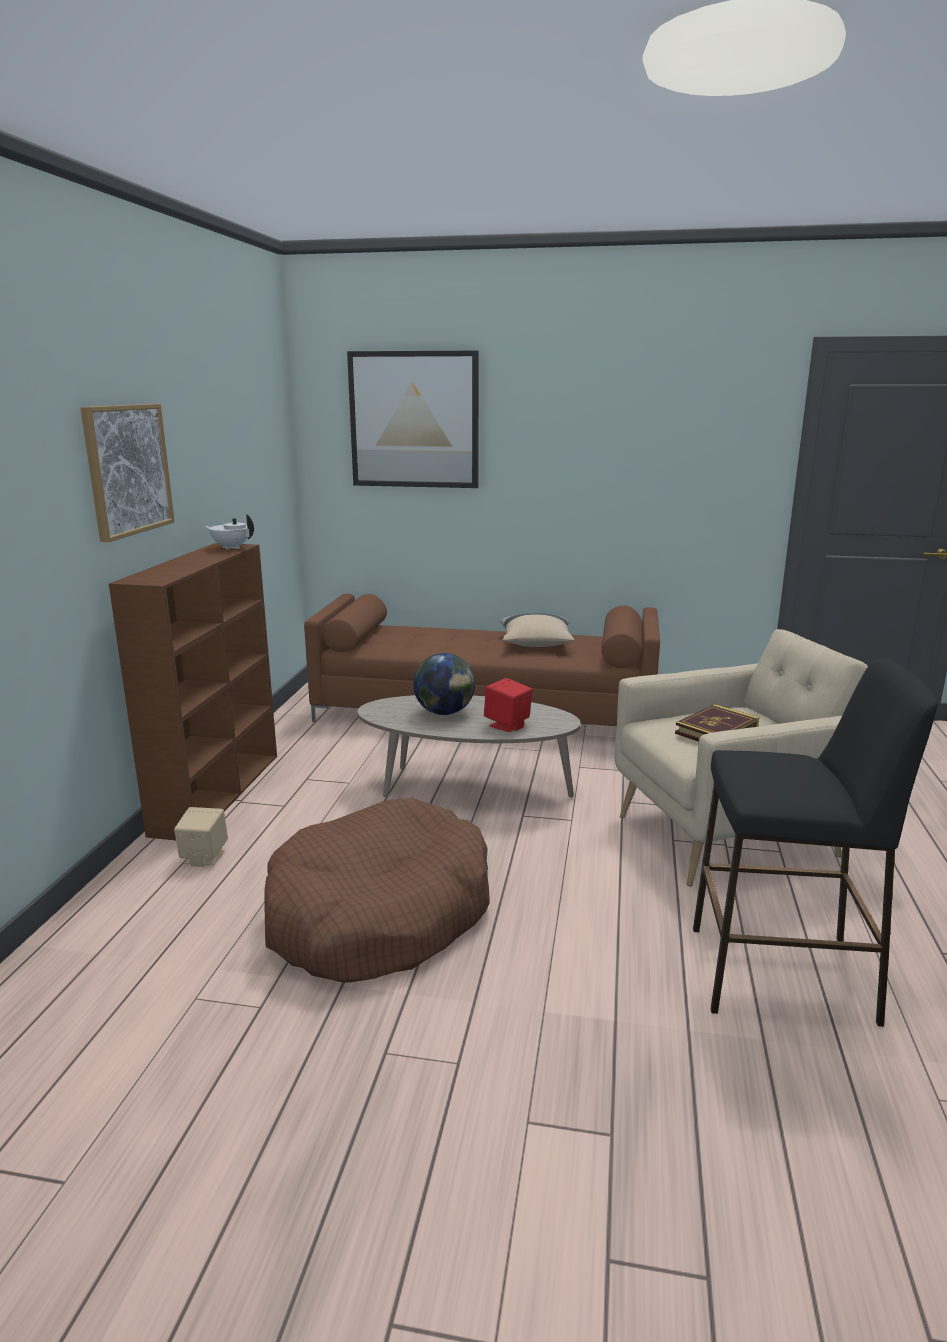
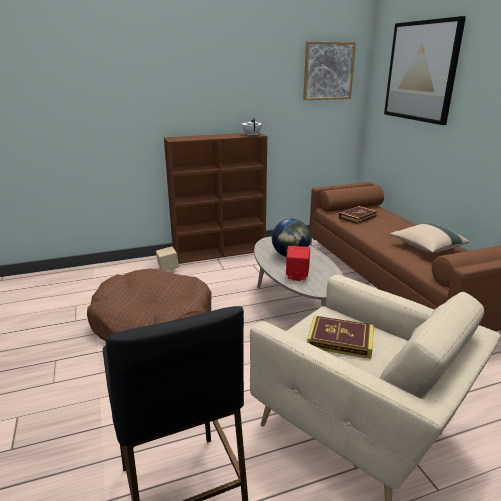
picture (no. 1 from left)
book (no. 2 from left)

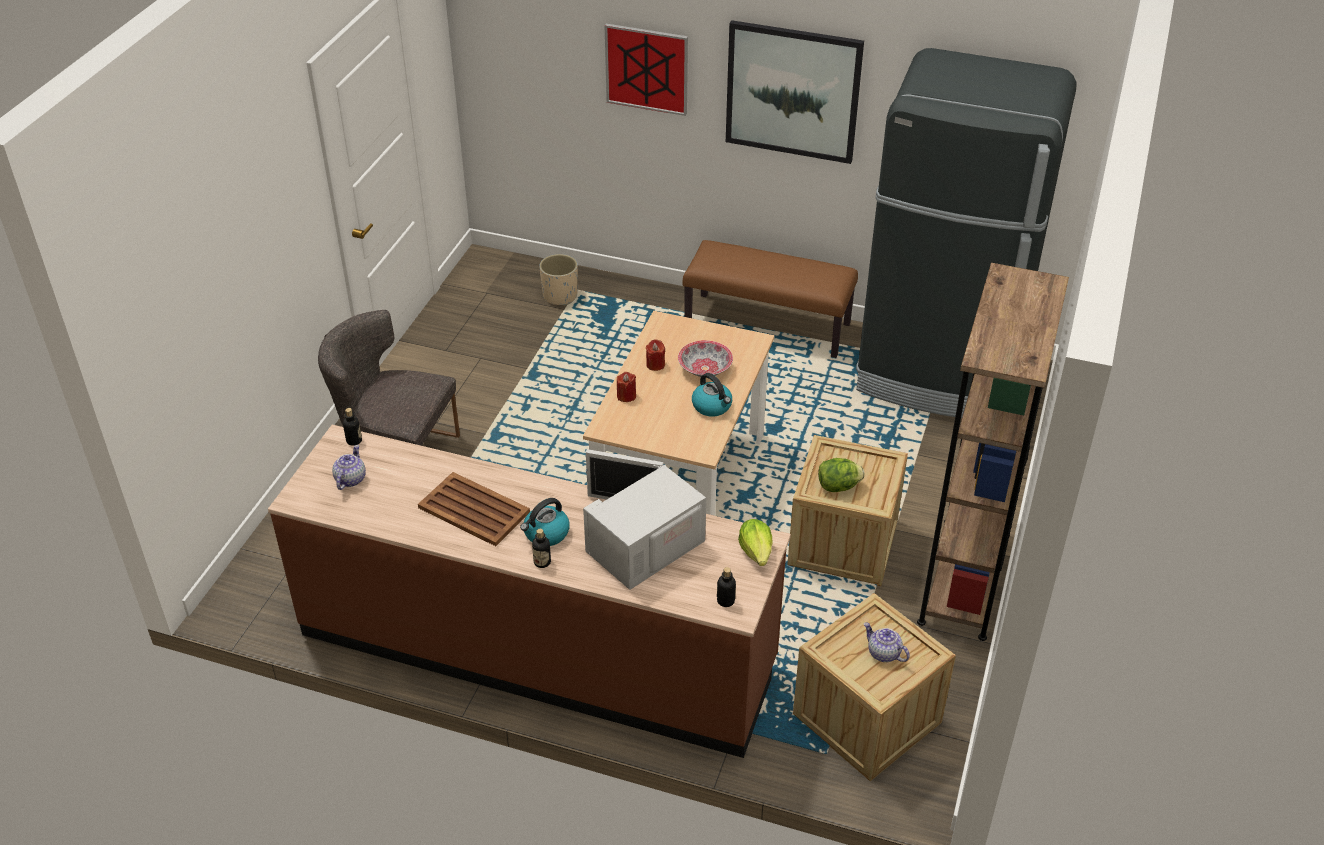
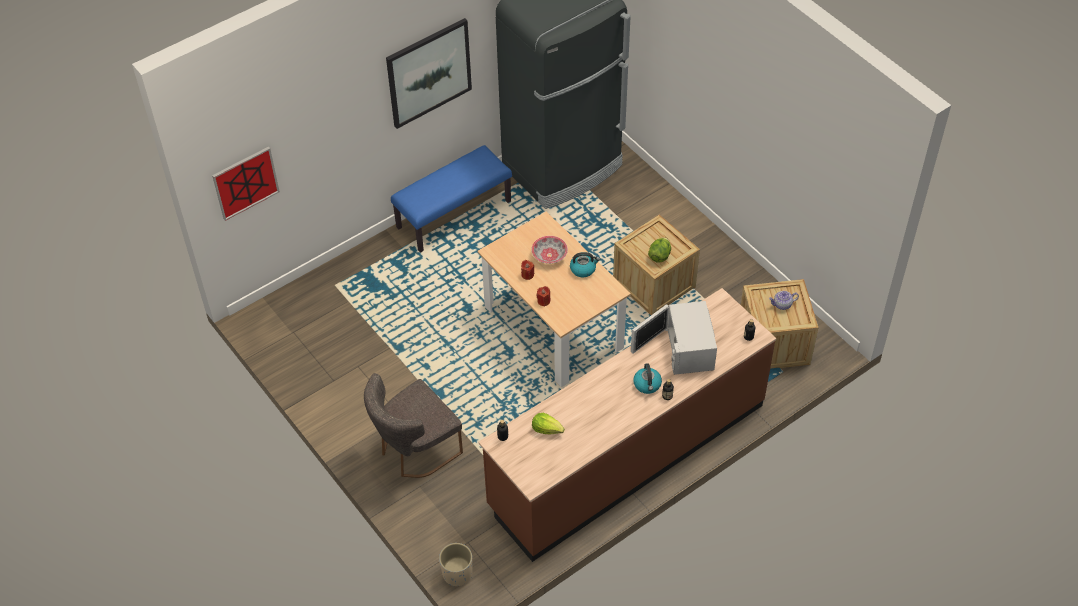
picture (no. 1 from left)
bench (blue-coloured)
flower pot (sand-coloured)
bookcase (brown-coloured)
tea pot (no. 1 from left in the first image)
serving tray (brown-coloured)
head of lettuce (no. 1 from left)

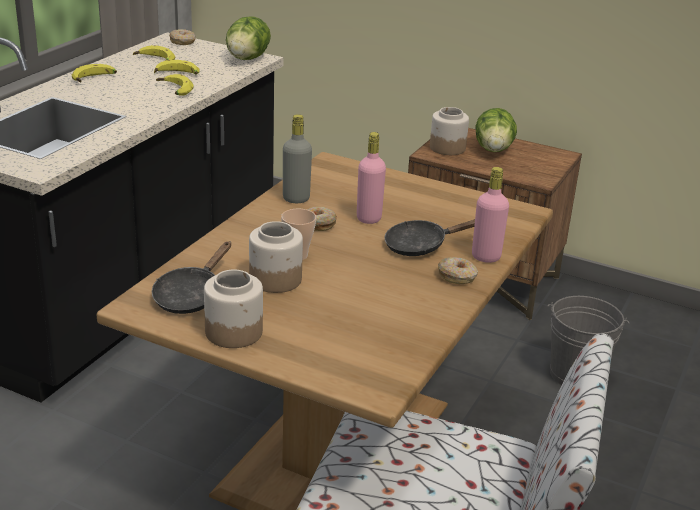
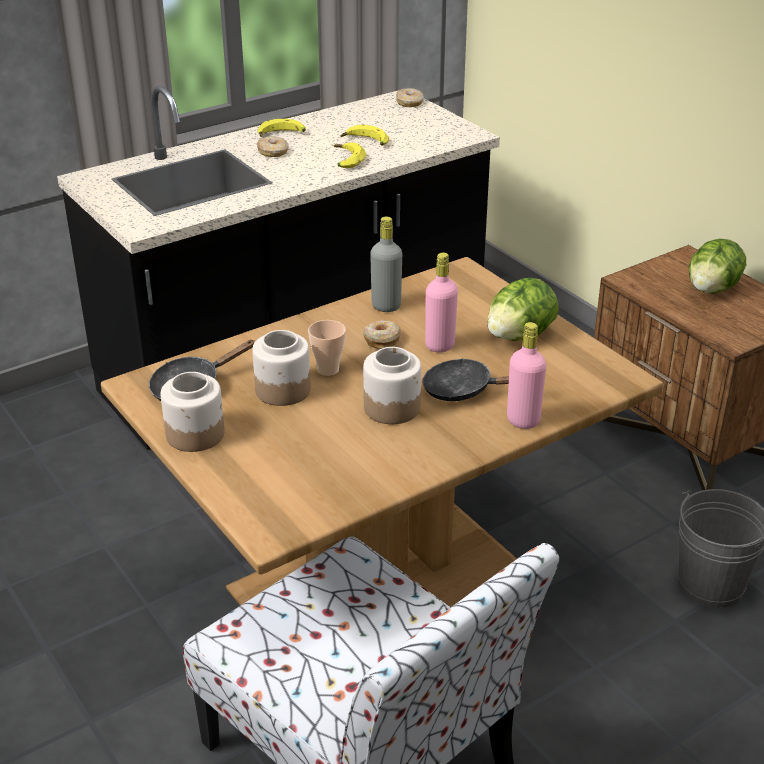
head of lettuce (no. 1 from left)
whole banana (no. 2 from left in the first image)
storage jar (no. 3 from left)
donut (no. 1 from left)

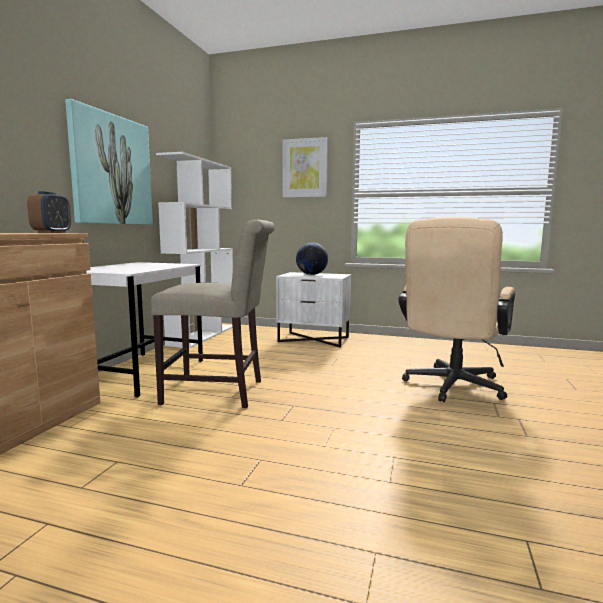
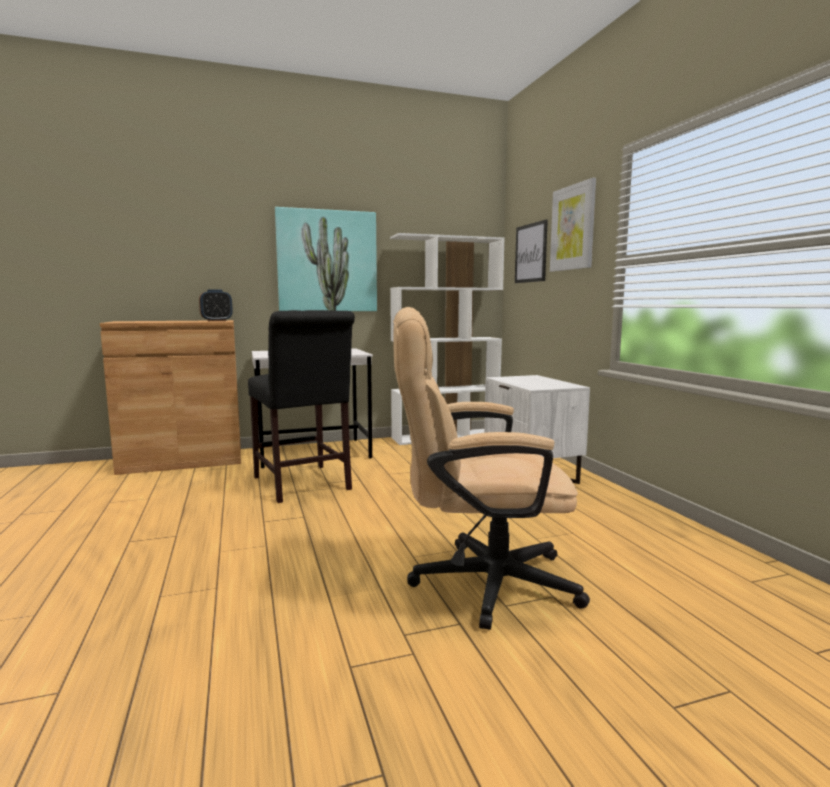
chair (black-coloured)
desk globe
picture (no. 2 from left)

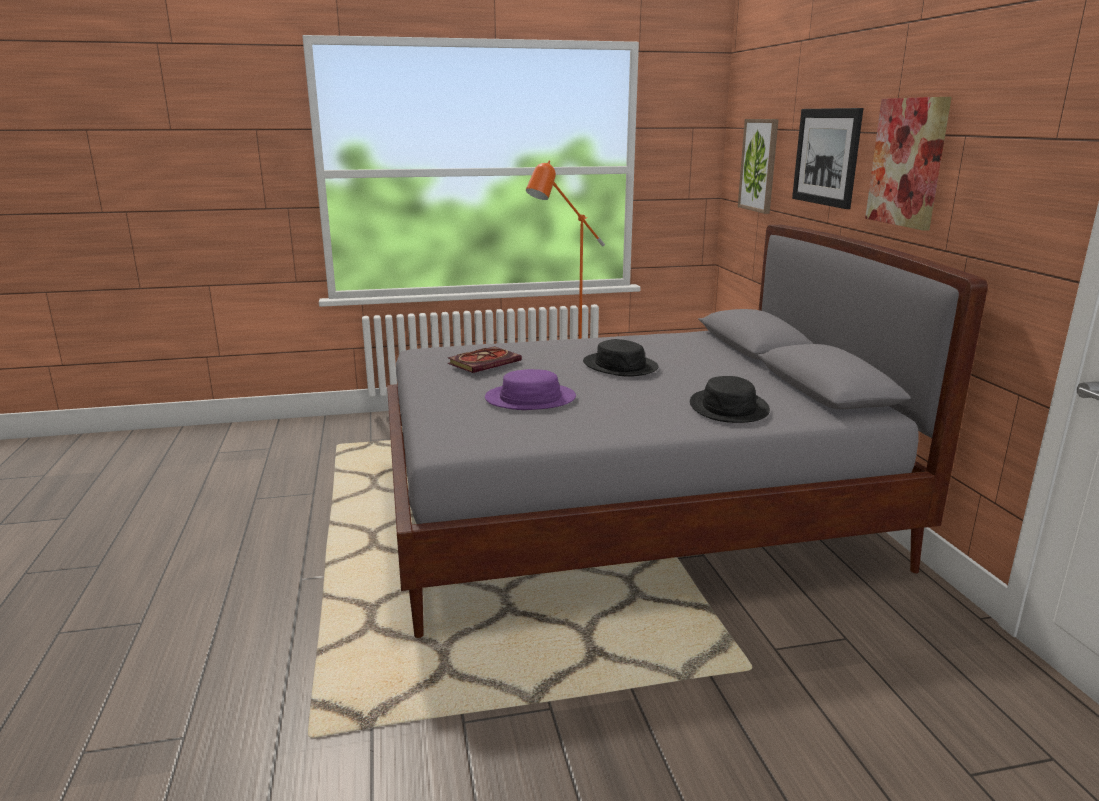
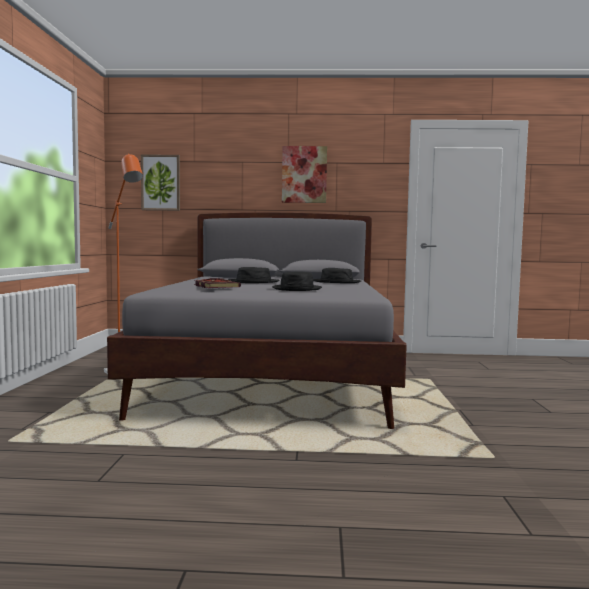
picture (no. 2 from left in the first image)
wearable hat (black-coloured) (no. 2 from left)

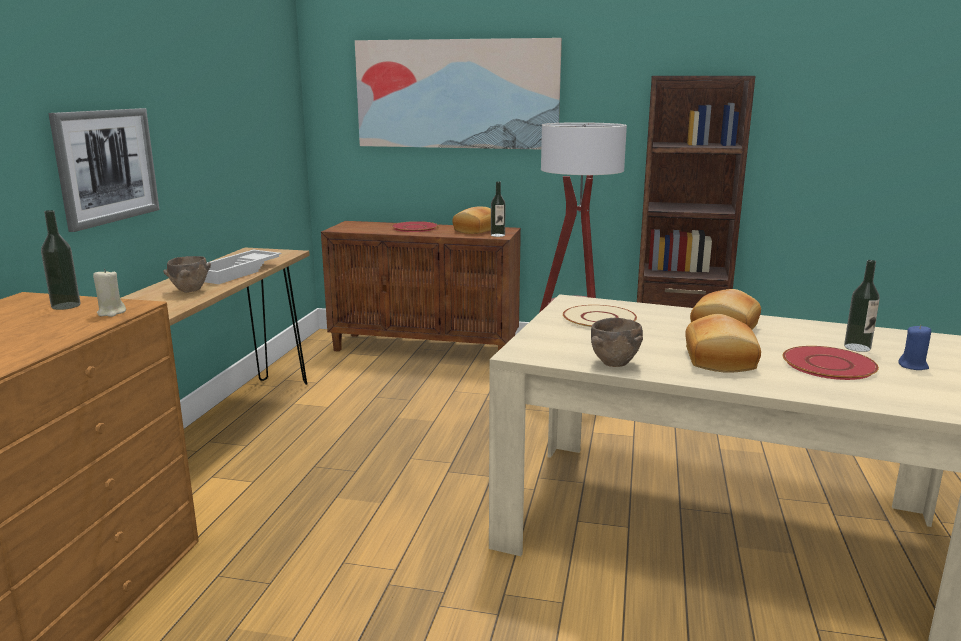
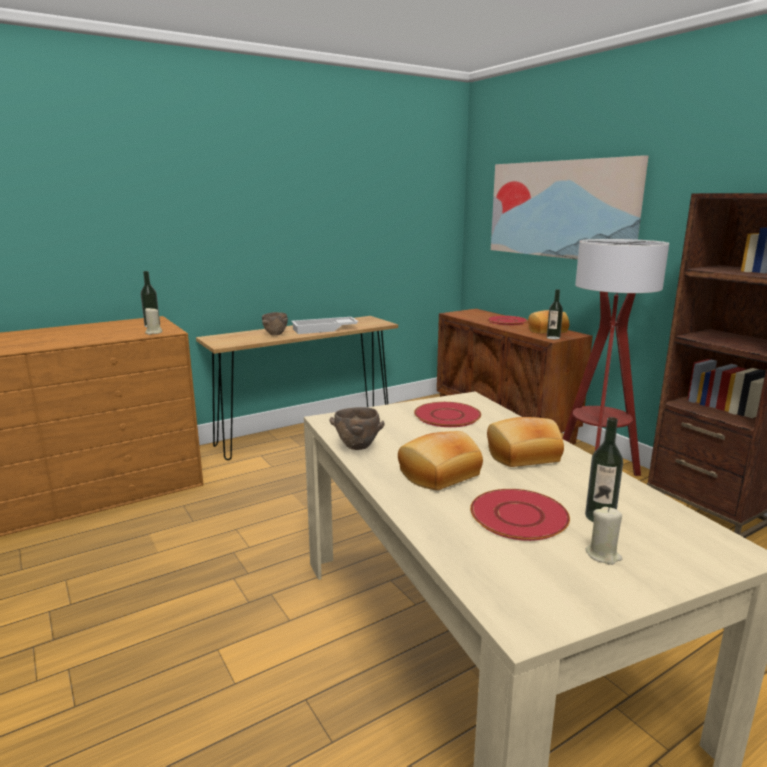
picture (no. 1 from left in the first image)
flat dish (red) (no. 1 from left)
candle (sand-coloured) (no. 2 from left)

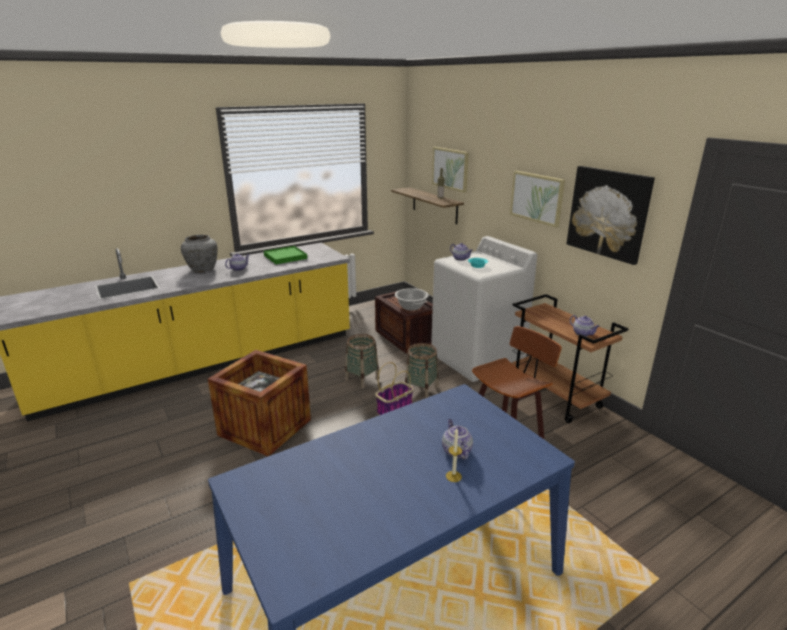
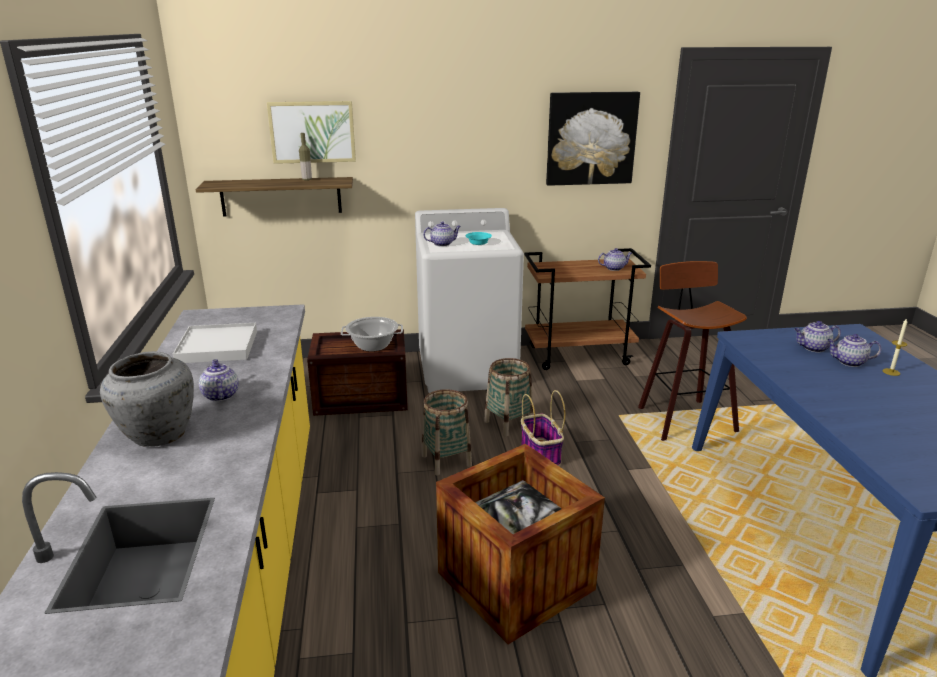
picture (no. 2 from left in the first image)
serving tray (whitish)
tea pot (no. 4 from left)

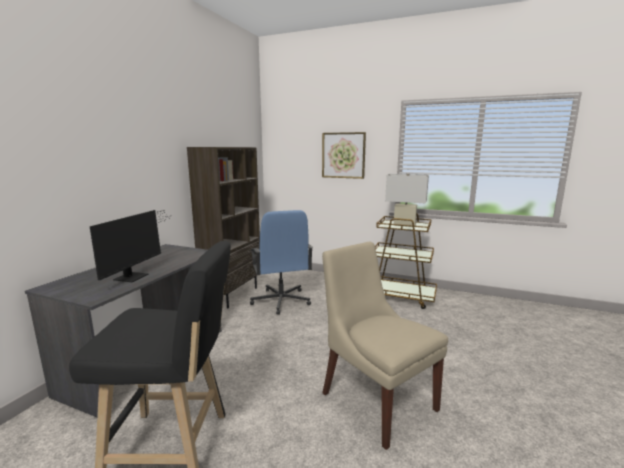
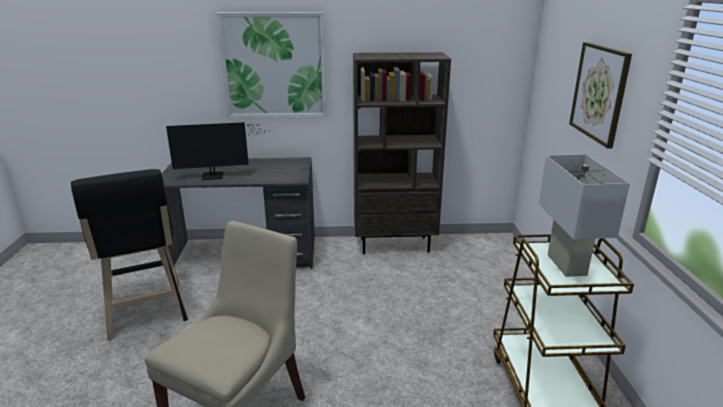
office chair (blue-coloured)
picture (no. 1 from left)

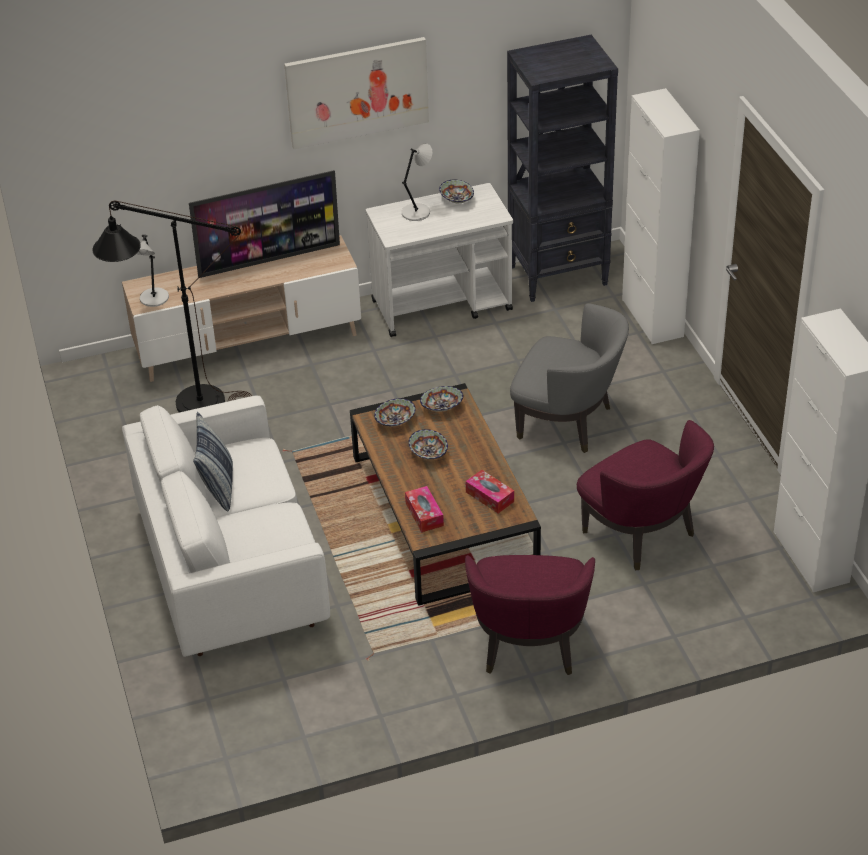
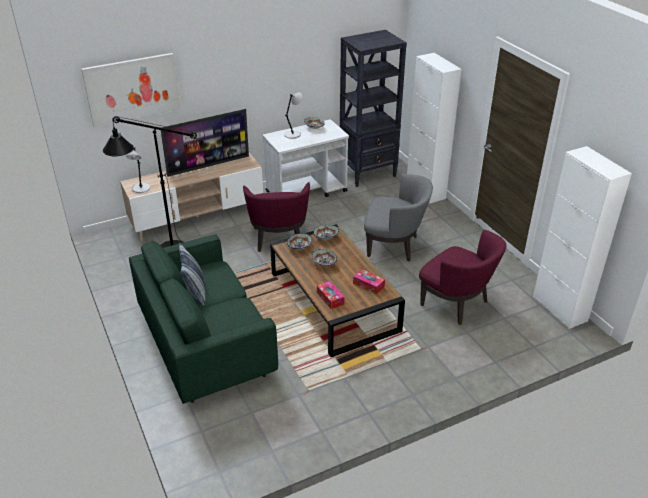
picture
sofa (green)
easy chair (purple) (no. 1 from left)

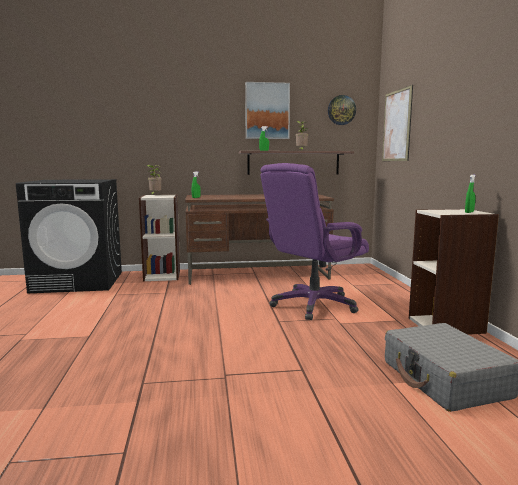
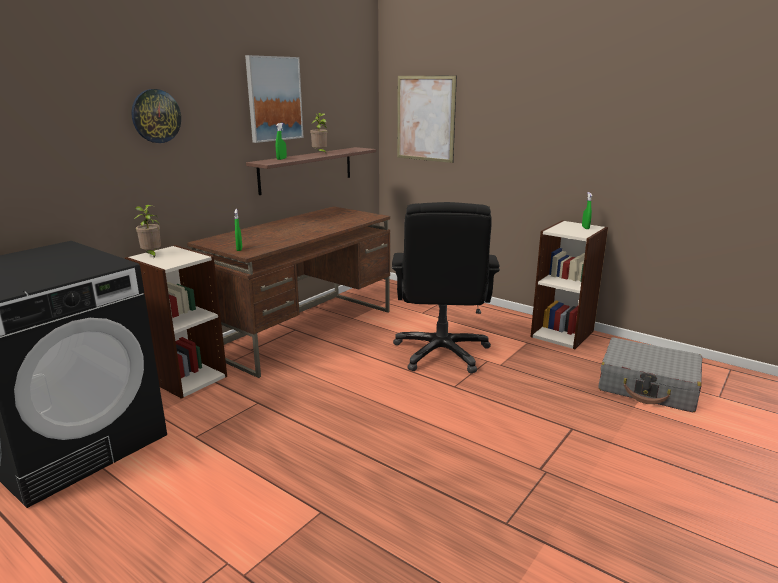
hanging clock
office chair (black-coloured)

